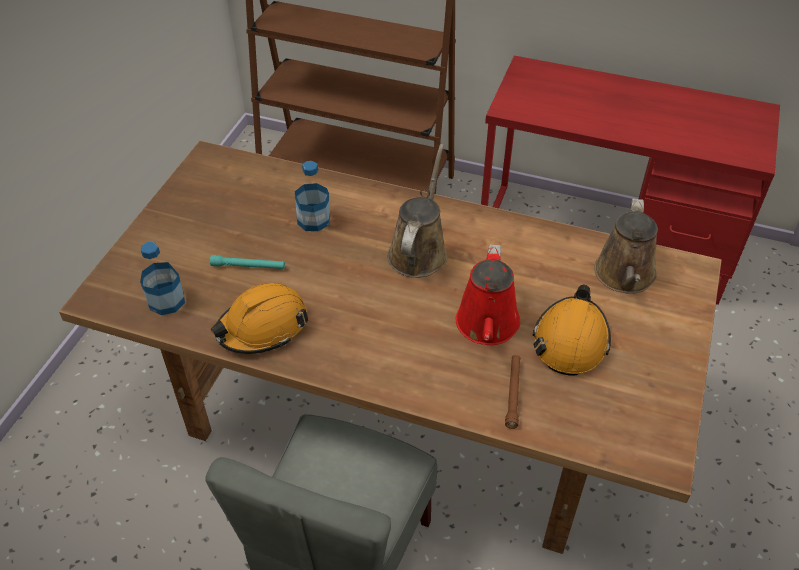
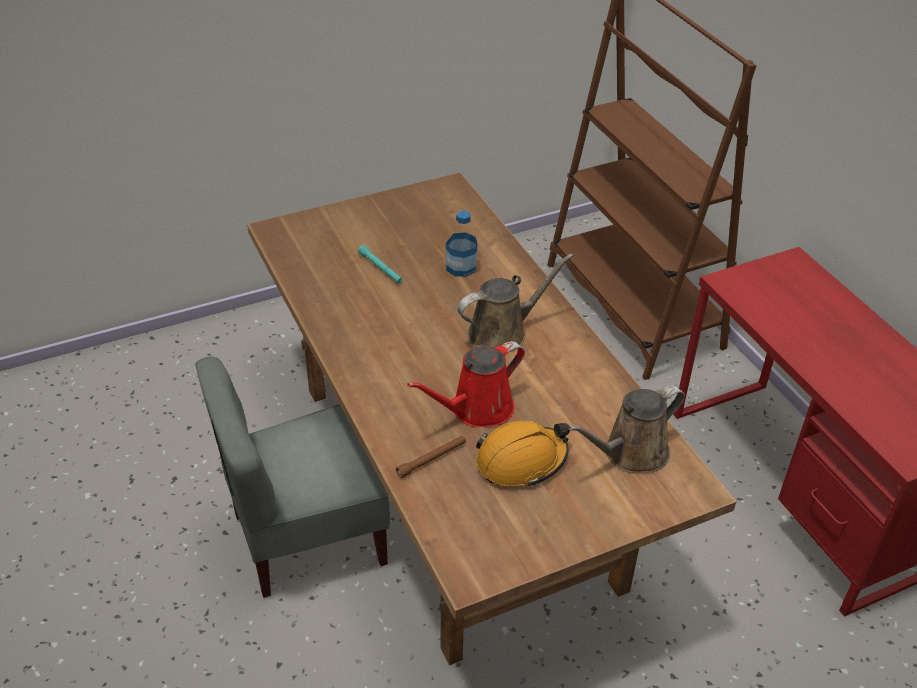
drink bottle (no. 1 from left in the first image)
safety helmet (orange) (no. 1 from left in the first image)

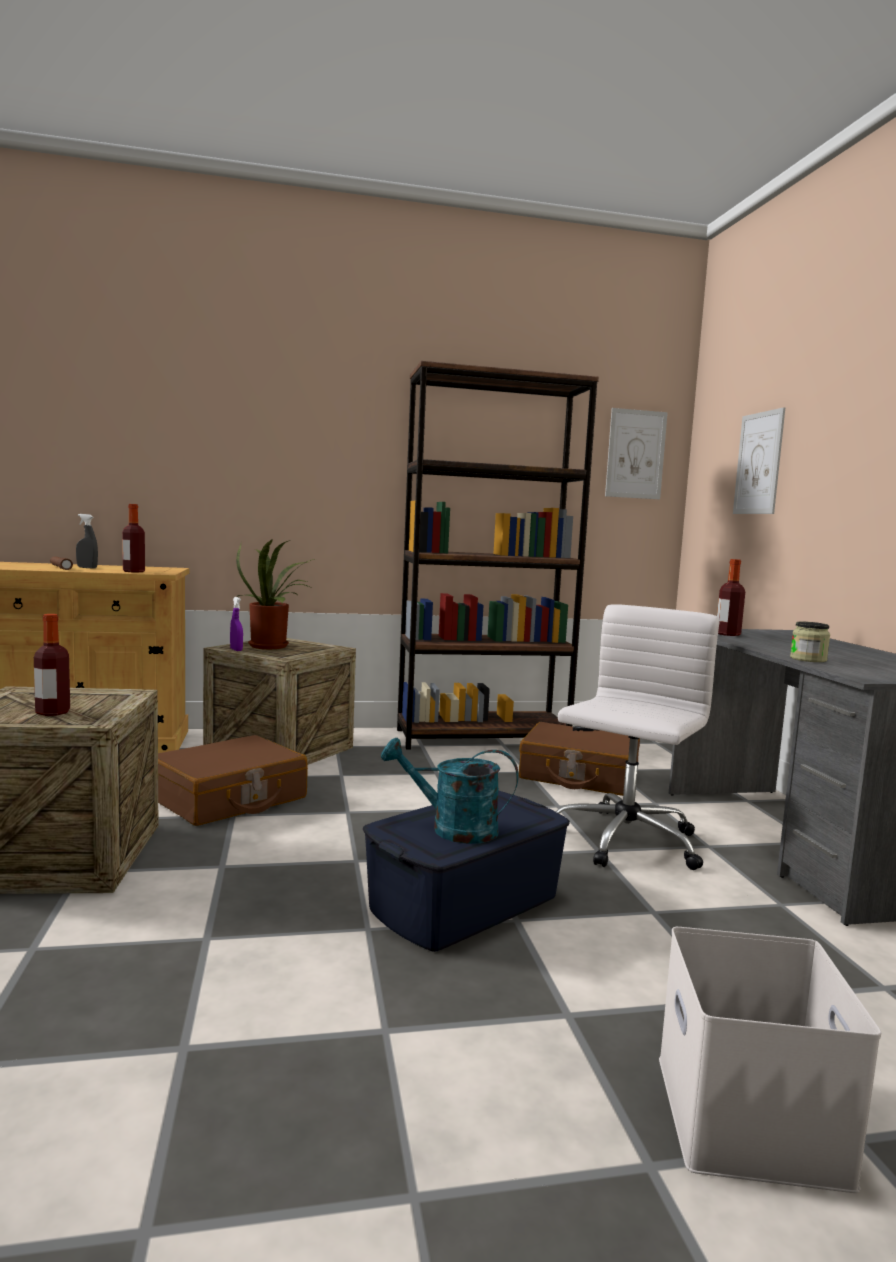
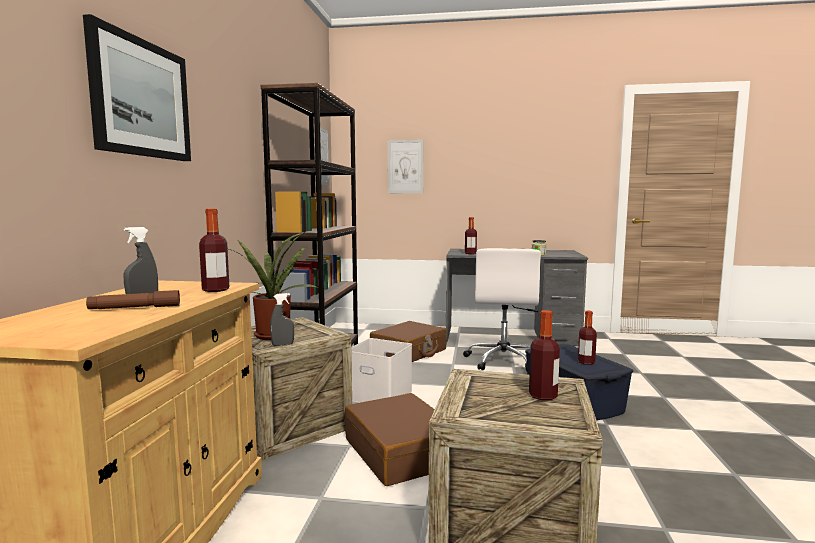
sprayer (greyish) (no. 2 from left)
office chair (whitish)
drink bottle (no. 4 from left)
storage bin (whitish)
picture (no. 1 from left)

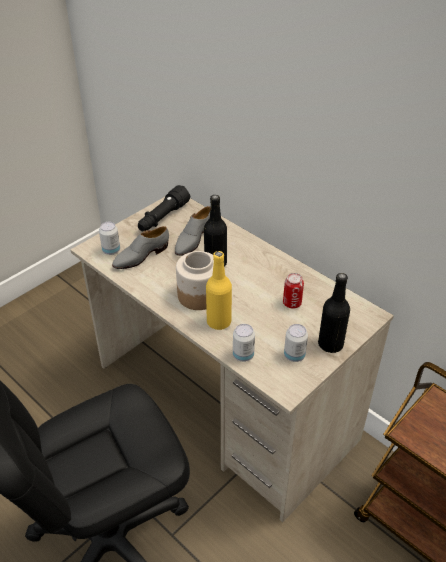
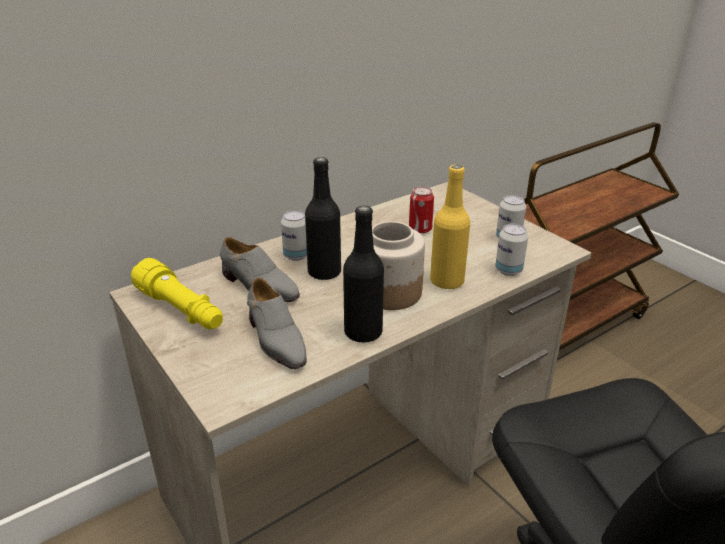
flashlight (yellow)
sealed can (no. 1 from left)
drink bottle (black-coloured) (no. 2 from left)

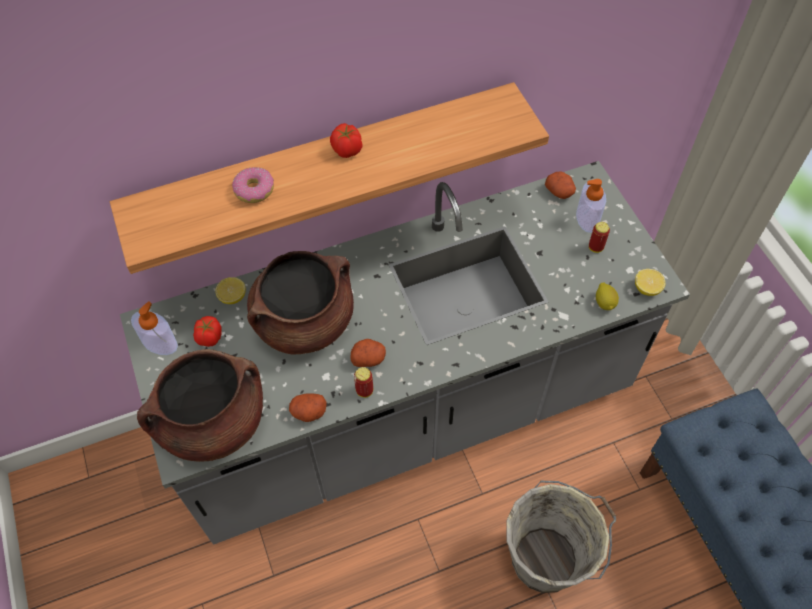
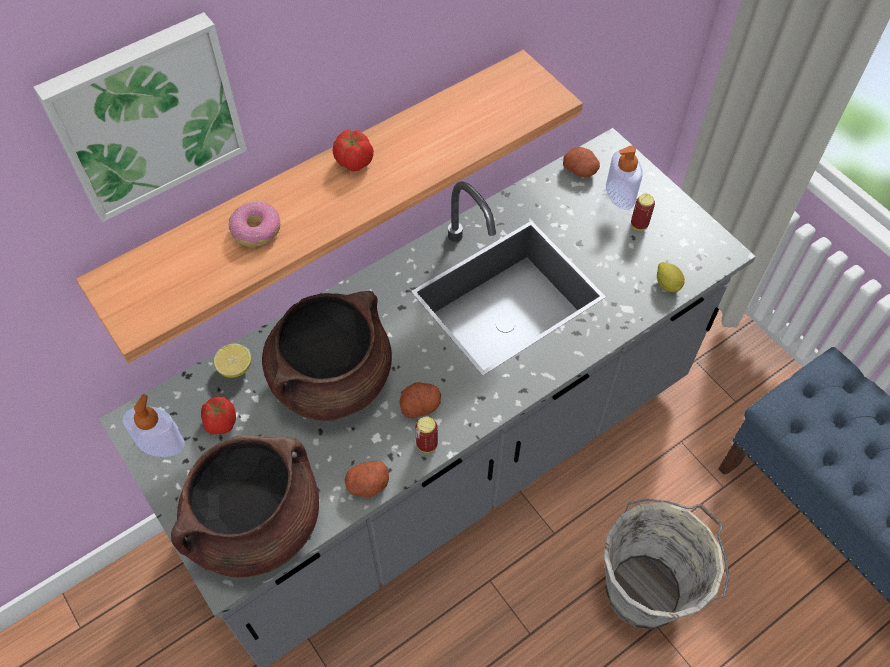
lemon (no. 3 from left in the first image)
picture

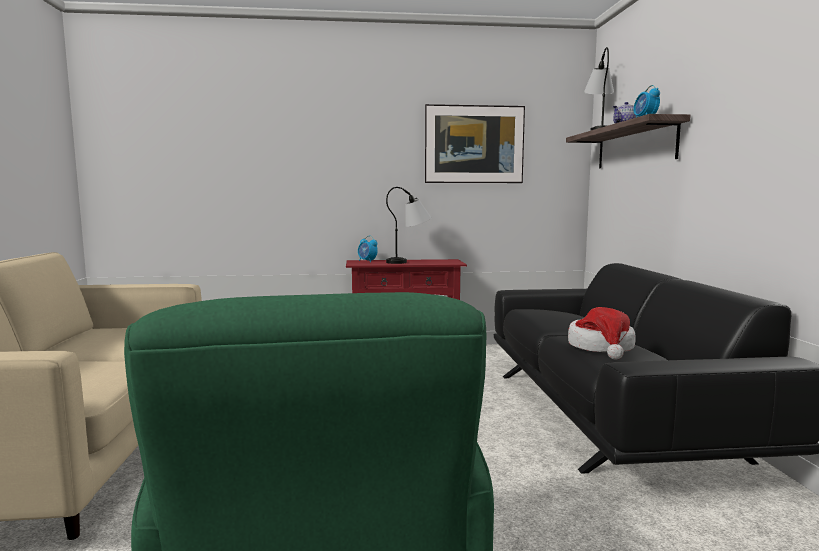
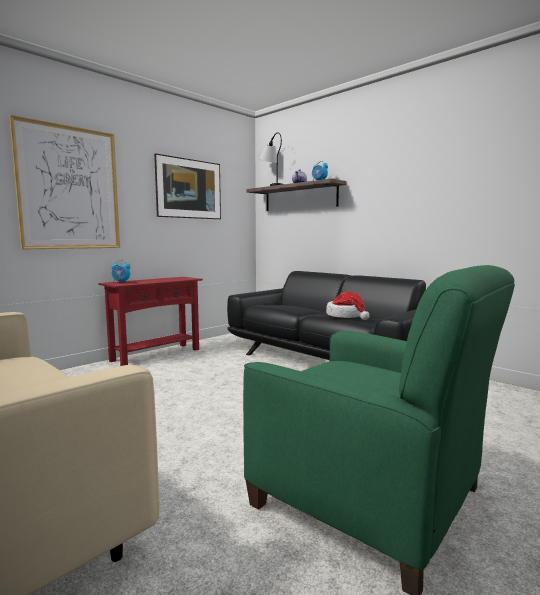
lamp for a table (no. 1 from left in the first image)
picture (no. 1 from left)

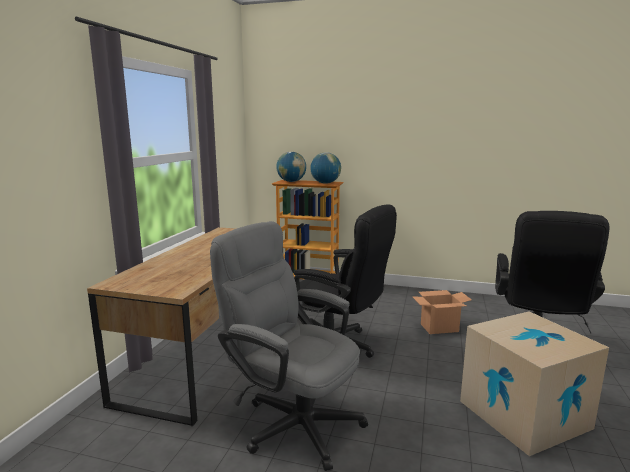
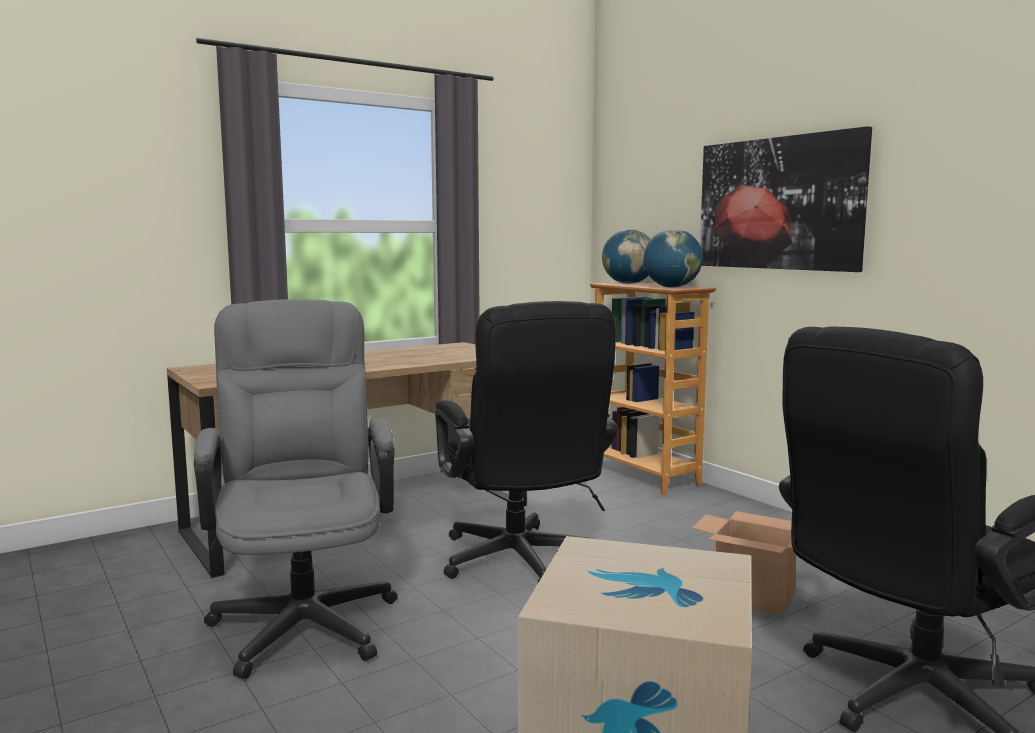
picture

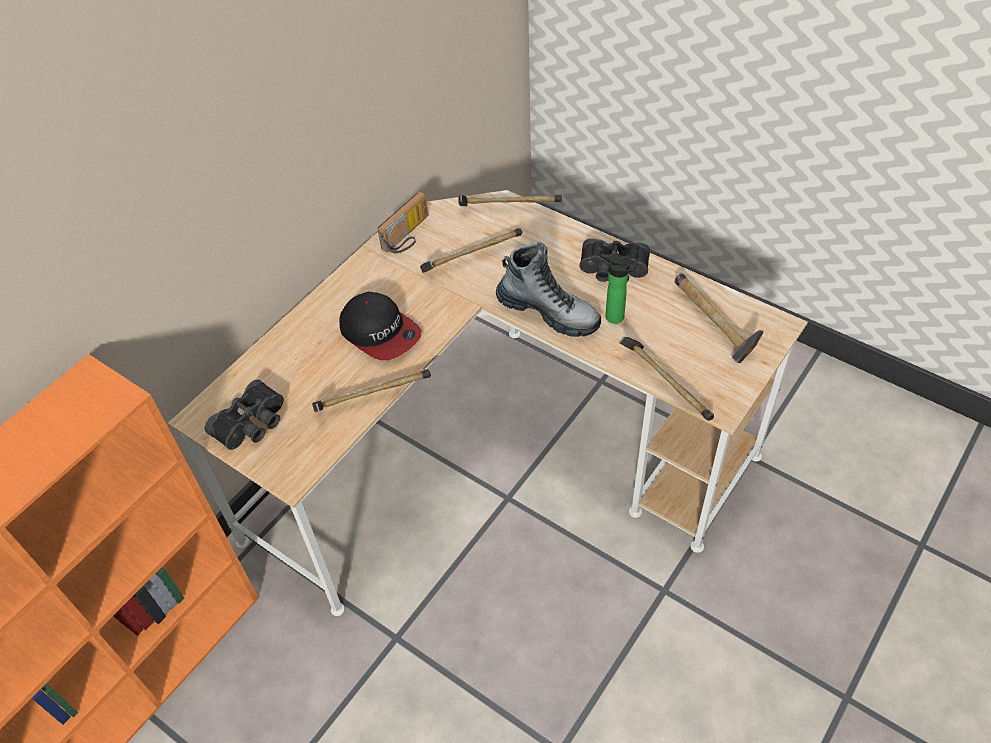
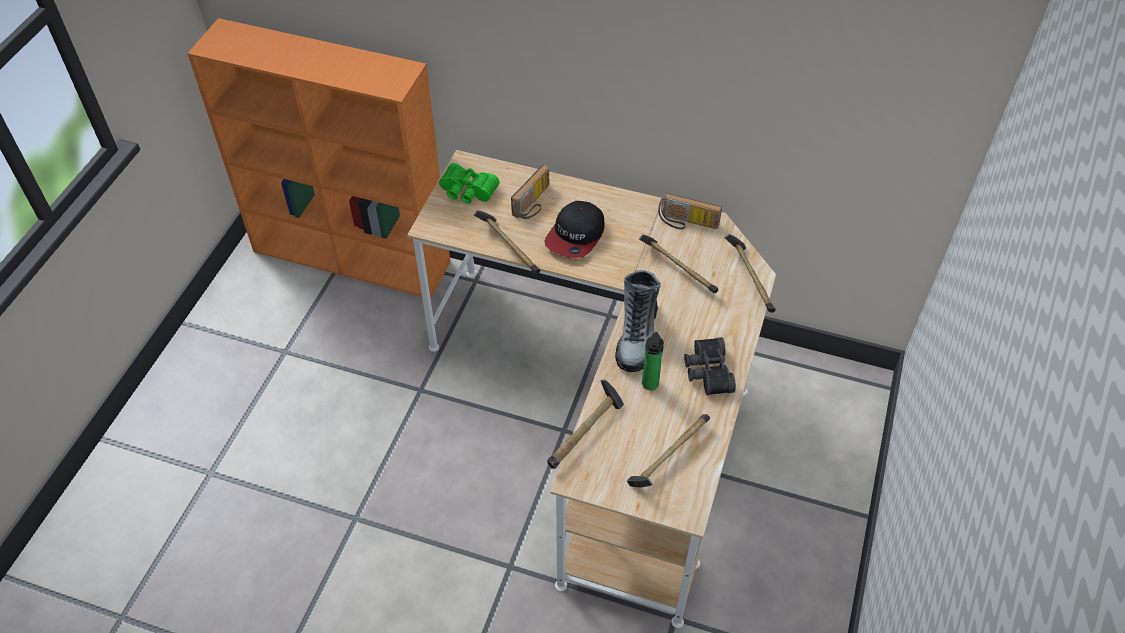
binoculars (green)
radio receiver (no. 1 from left)

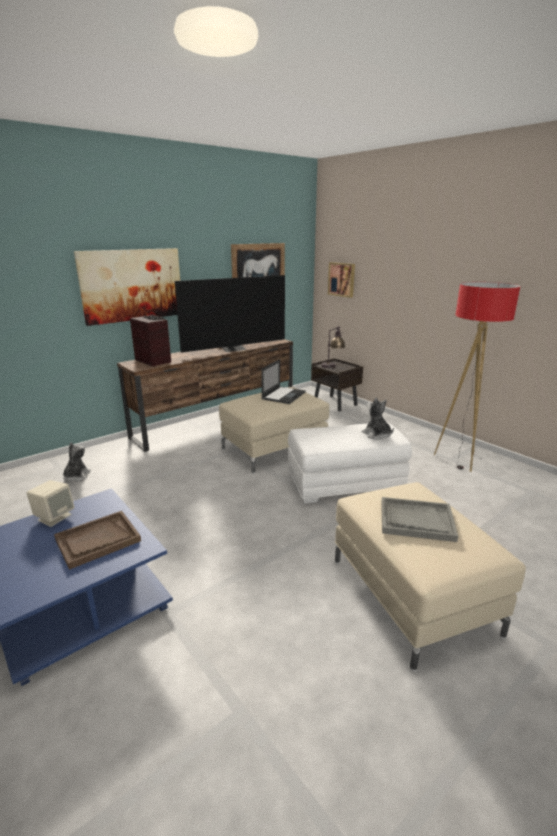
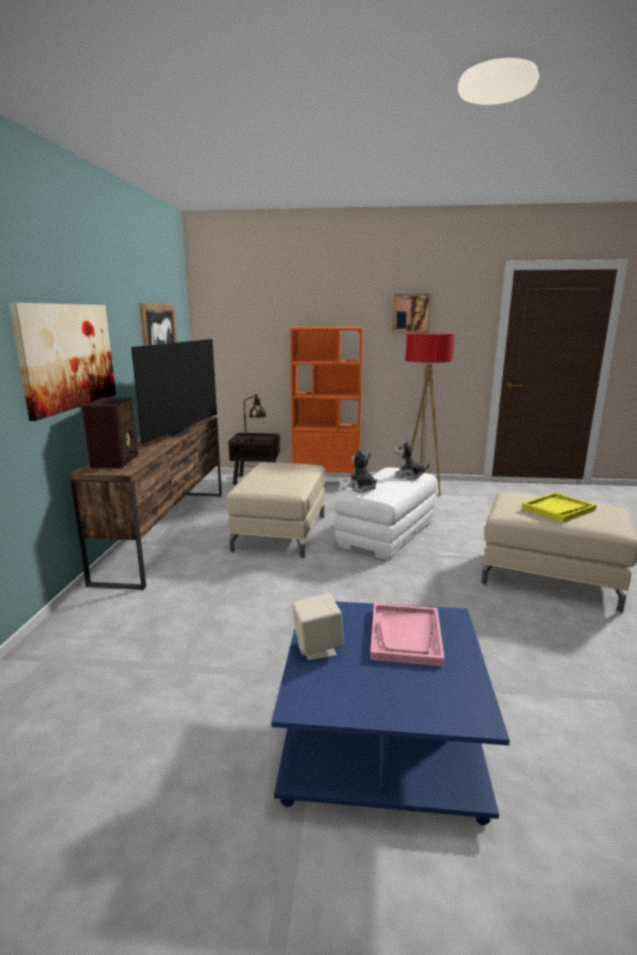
picture (no. 3 from left)
radio receiver
notebook computer
plush toy (no. 1 from left)
serving tray (yellow)
serving tray (pink-coloured)
bookcase (orange)

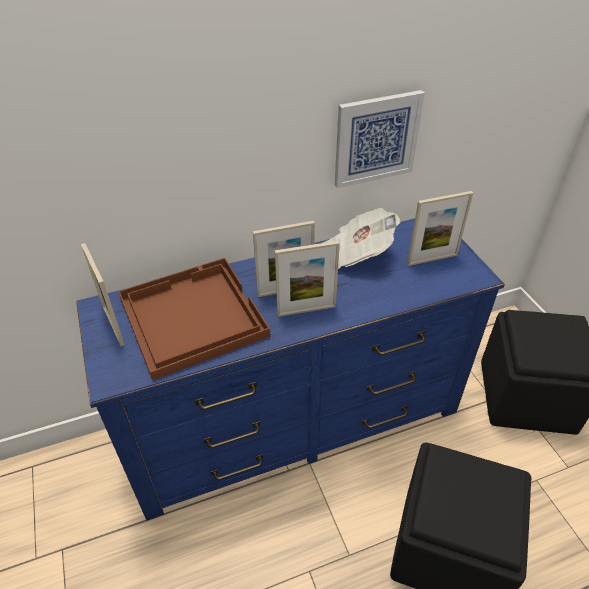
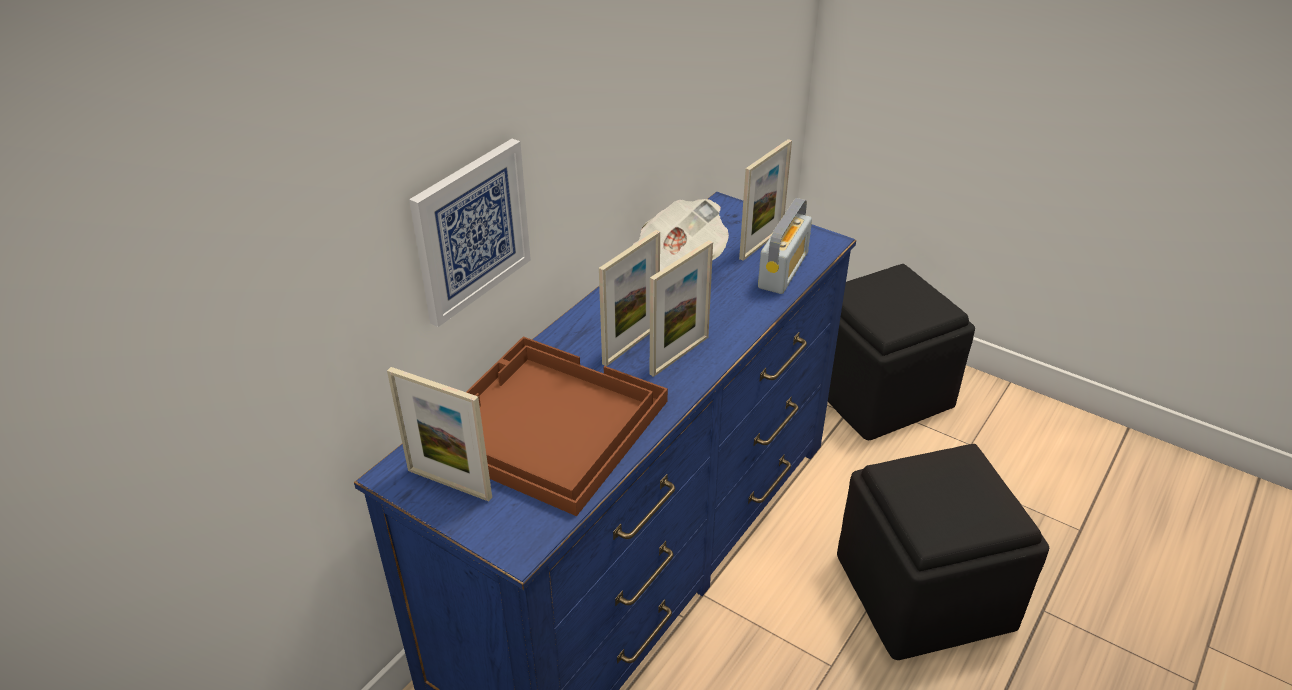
picture
radio receiver

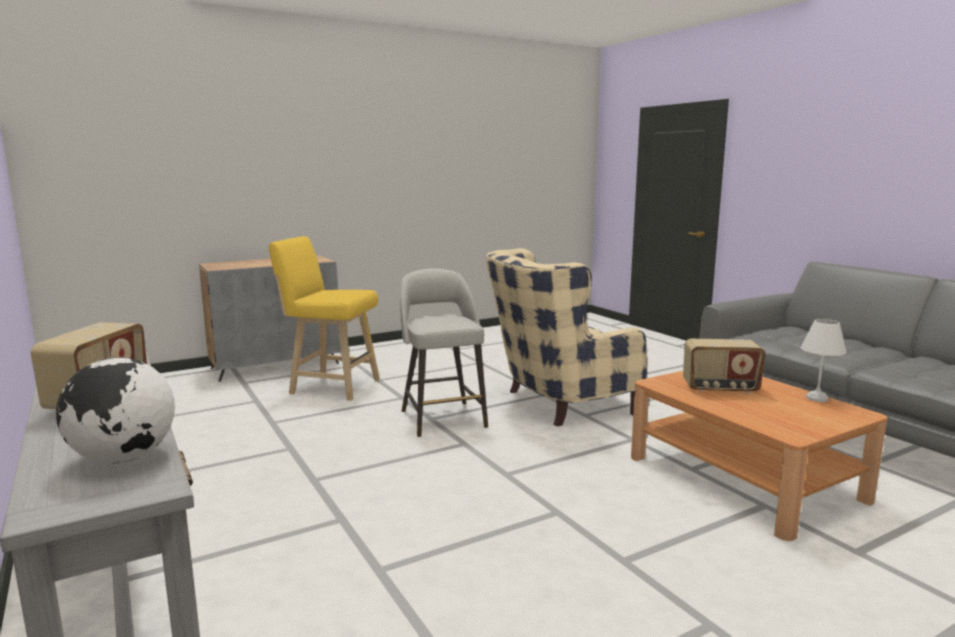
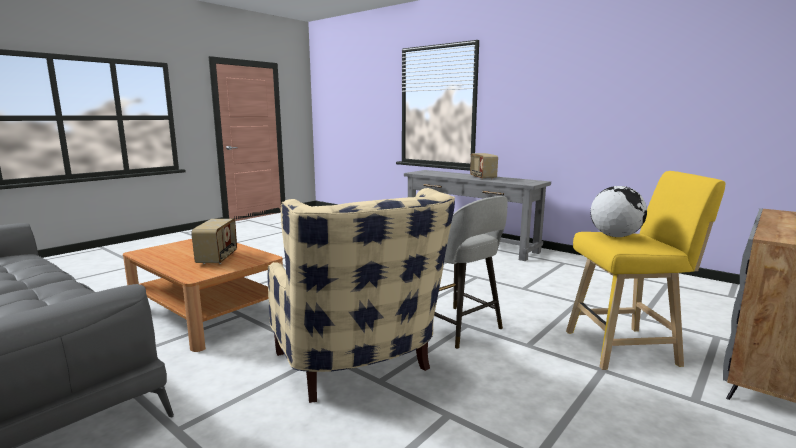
easy chair (sand-coloured)
lamp for a table (whitish)
radio receiver (no. 1 from left)
desk globe

